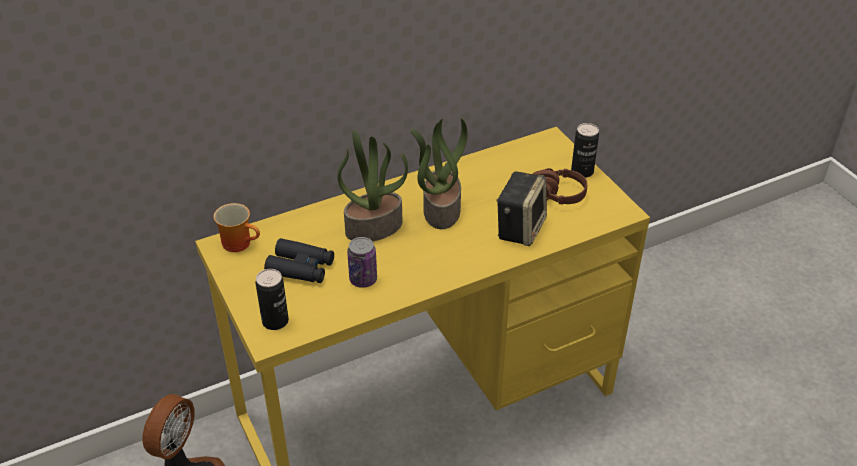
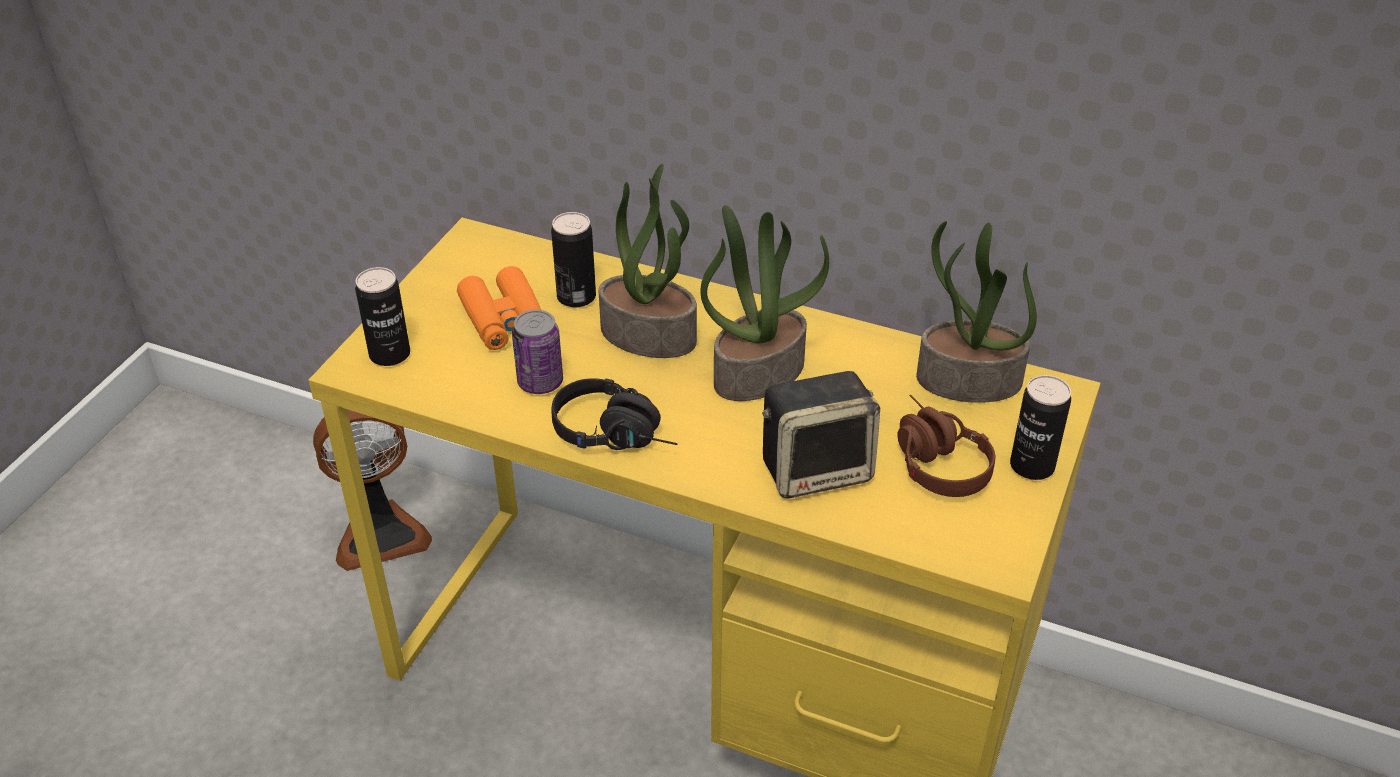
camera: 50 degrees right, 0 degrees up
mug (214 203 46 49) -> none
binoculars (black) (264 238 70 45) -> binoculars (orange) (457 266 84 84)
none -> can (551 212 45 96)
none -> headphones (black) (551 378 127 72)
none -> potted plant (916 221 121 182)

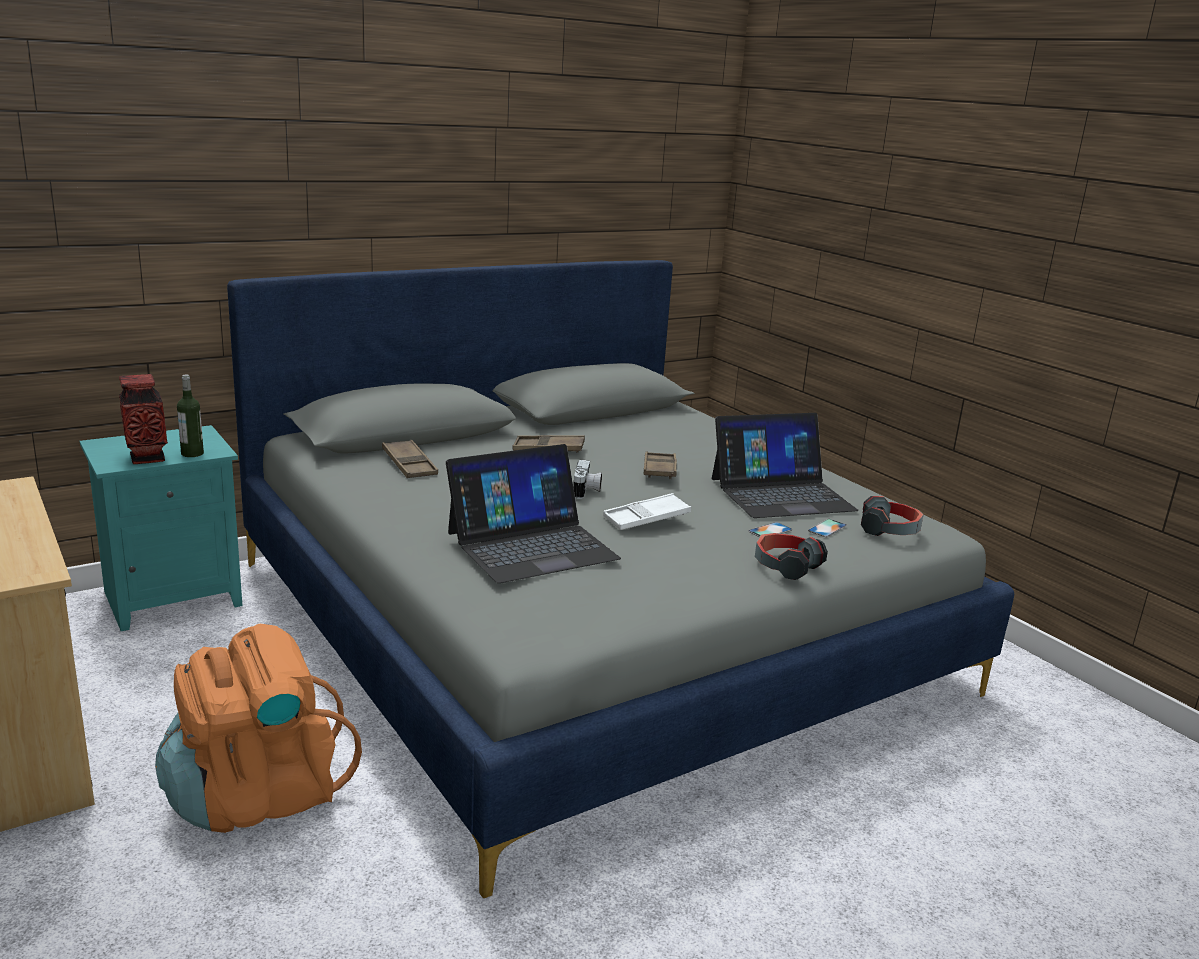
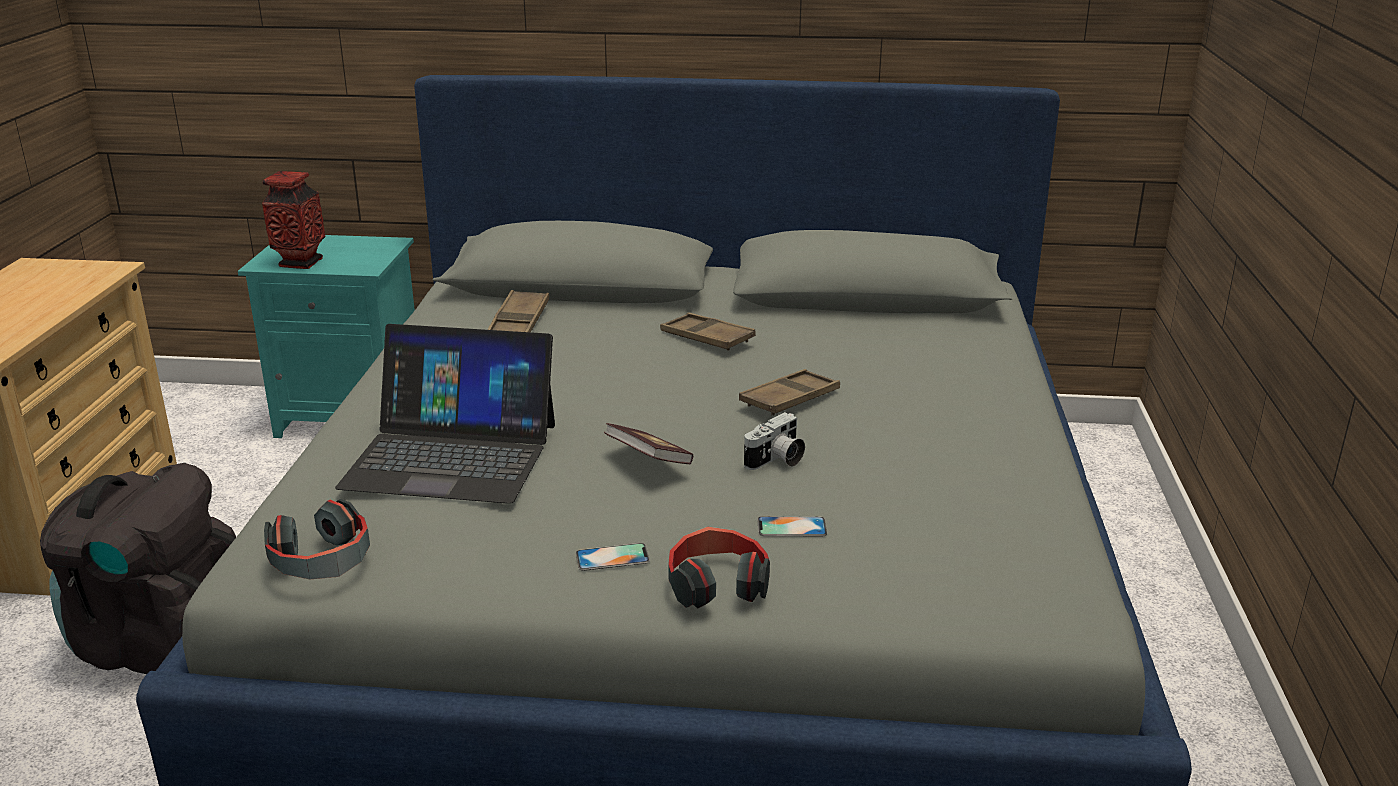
camera: 40 degrees right, 5 degrees up
backpack (orange) (155 624 207 209) -> backpack (black) (40 463 196 211)
bottle (177 375 27 82) -> none
photo camera (573 460 29 39) -> photo camera (744 412 61 58), relocated
tray (white) (603 493 88 37) -> book (604 423 89 41)
laptop (712 413 146 105) -> none
phone (808 519 39 18) -> phone (576 543 74 28), relocated
headphones (861 496 62 40) -> headphones (264 499 106 80), relocated

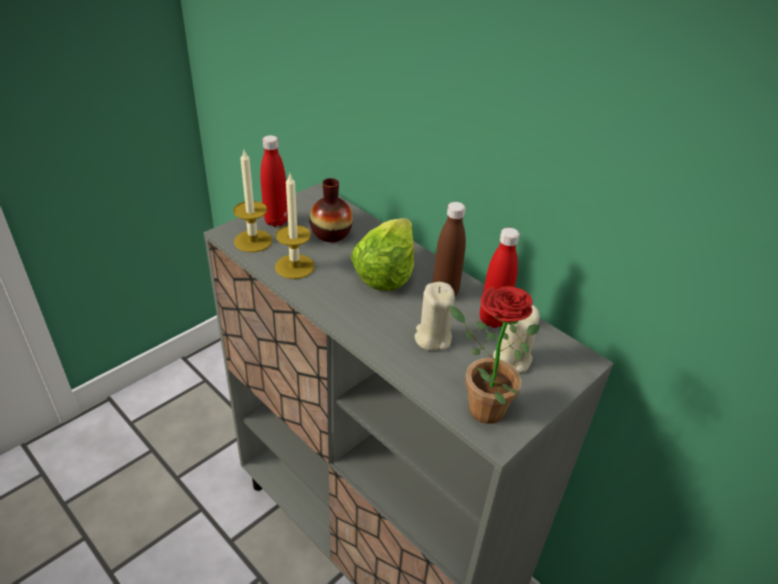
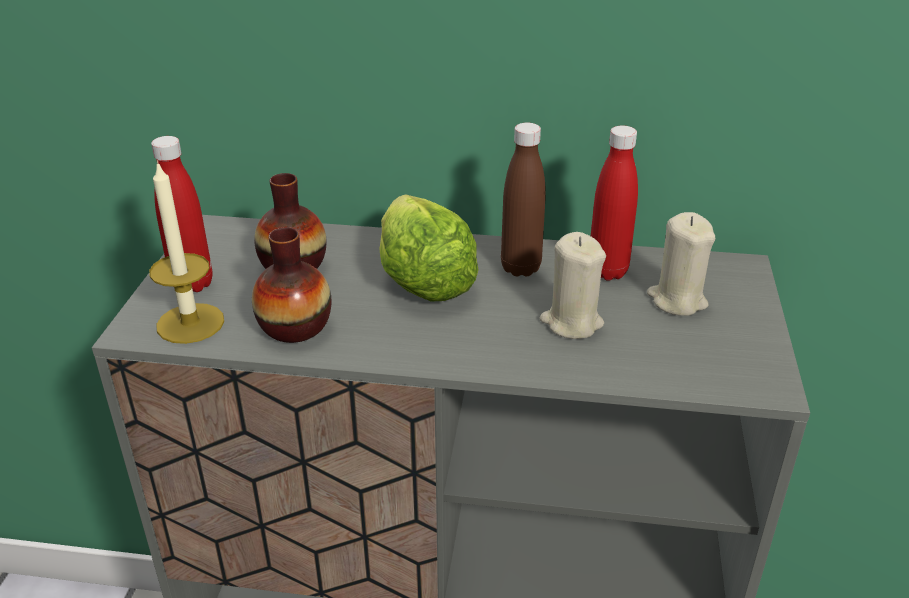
camera: 35 degrees left, 5 degrees down
candle (275 174 40 105) -> vase (252 227 79 116)
potted plant (449 286 91 138) -> none

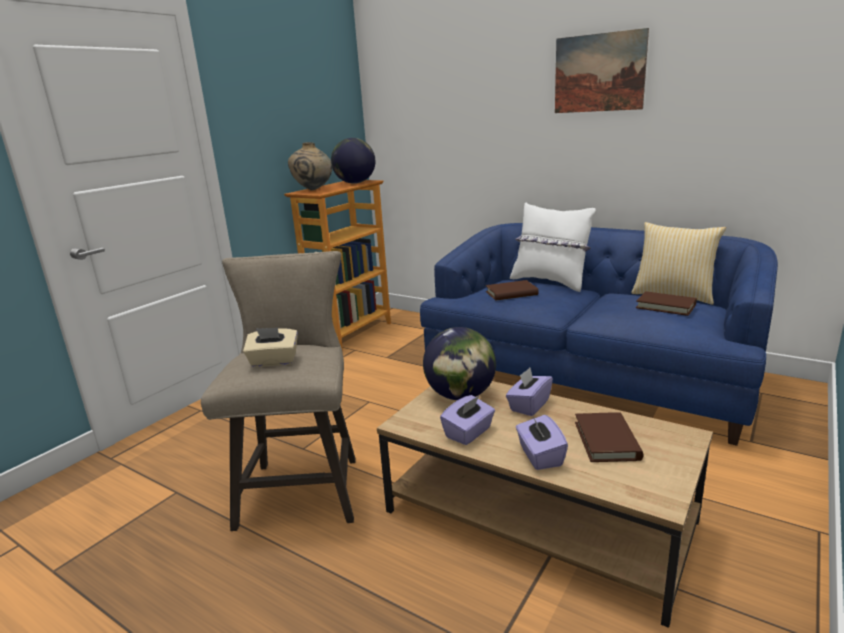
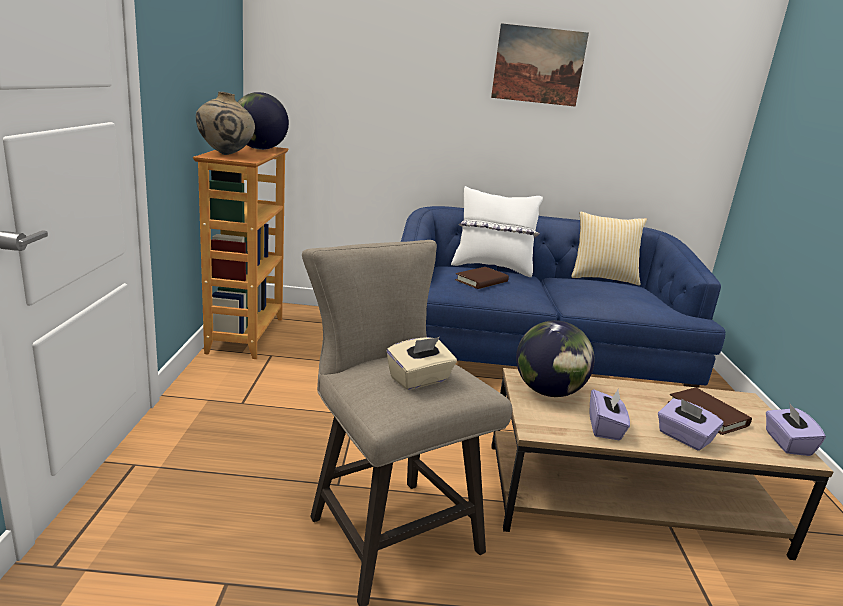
camera: 35 degrees left, 0 degrees up
tissue box (purple) (506 368 47 48) -> tissue box (purple) (766 402 60 54), relocated
book (brown) (636 291 61 25) -> none

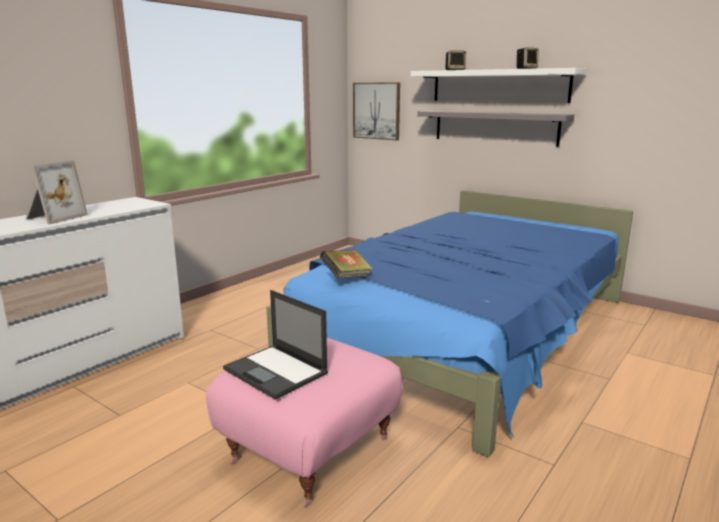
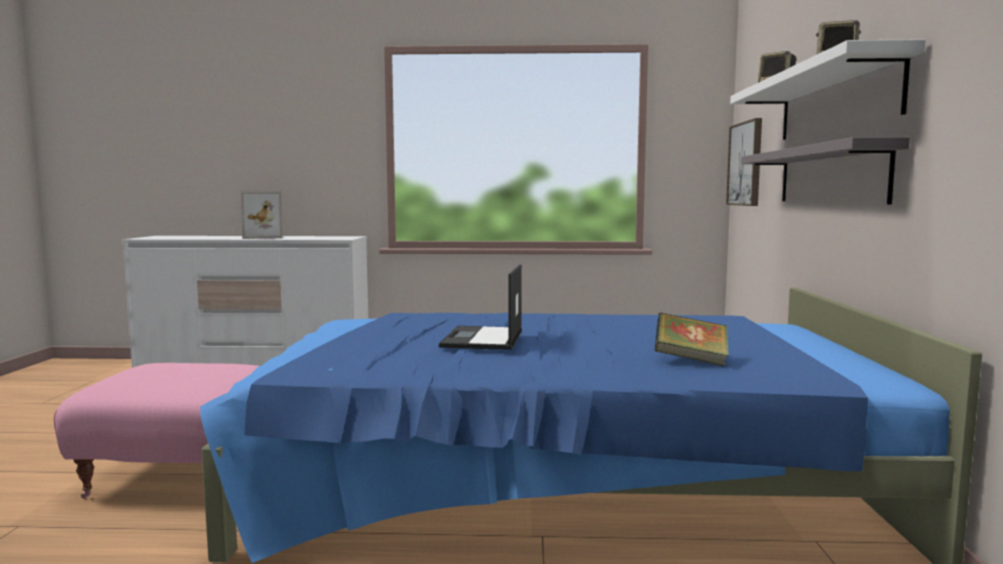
camera: 55 degrees right, 10 degrees down
laptop (223 290 105 110) -> laptop (439 264 83 86), relocated
book (320 250 53 28) -> book (655 312 74 54), relocated

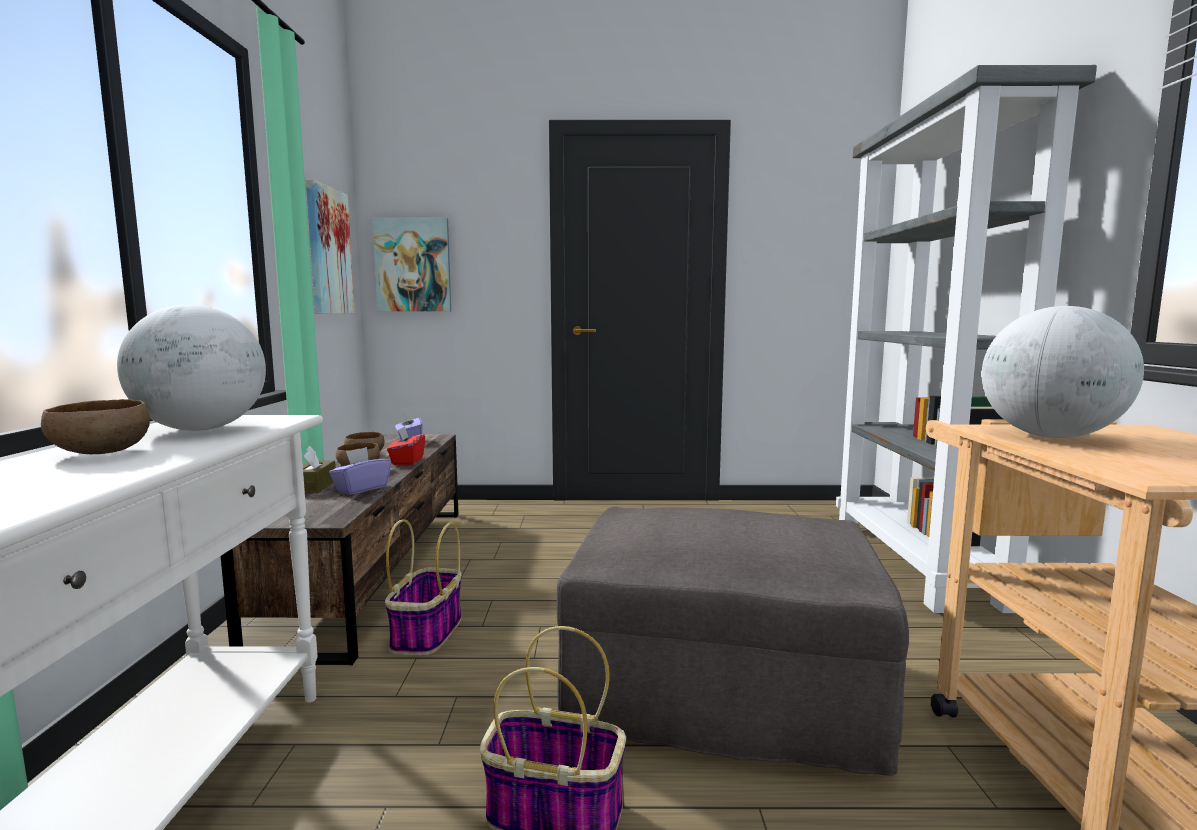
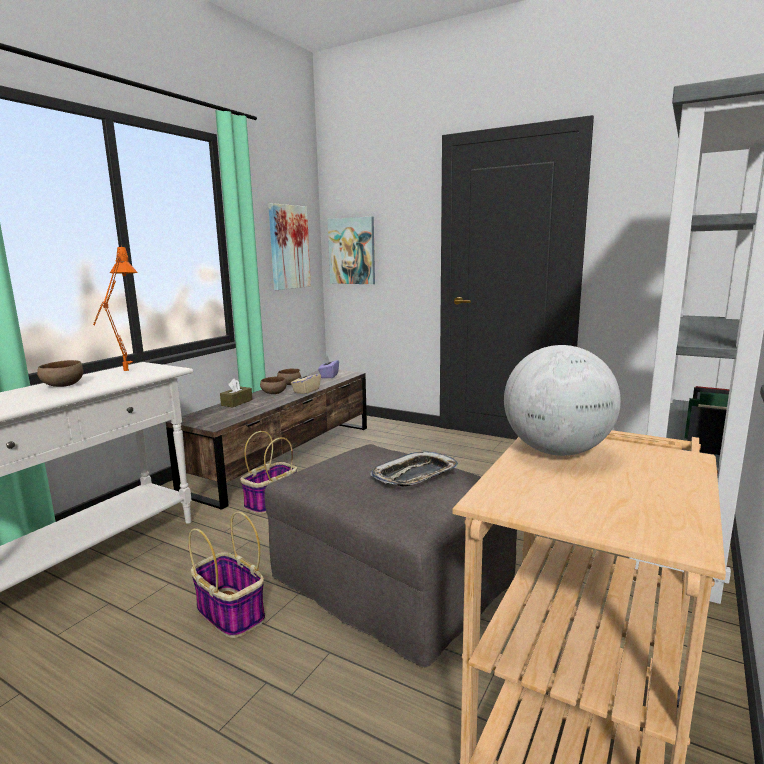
camera: 30 degrees right, 5 degrees up
globe (117 304 149 127) -> table lamp (orange) (93 246 45 125)
tissue box (purple) (329 447 62 48) -> none
tissue box (red) (387 426 38 39) -> tissue box (beige) (291 368 30 26)
none -> tray (370 451 89 35)

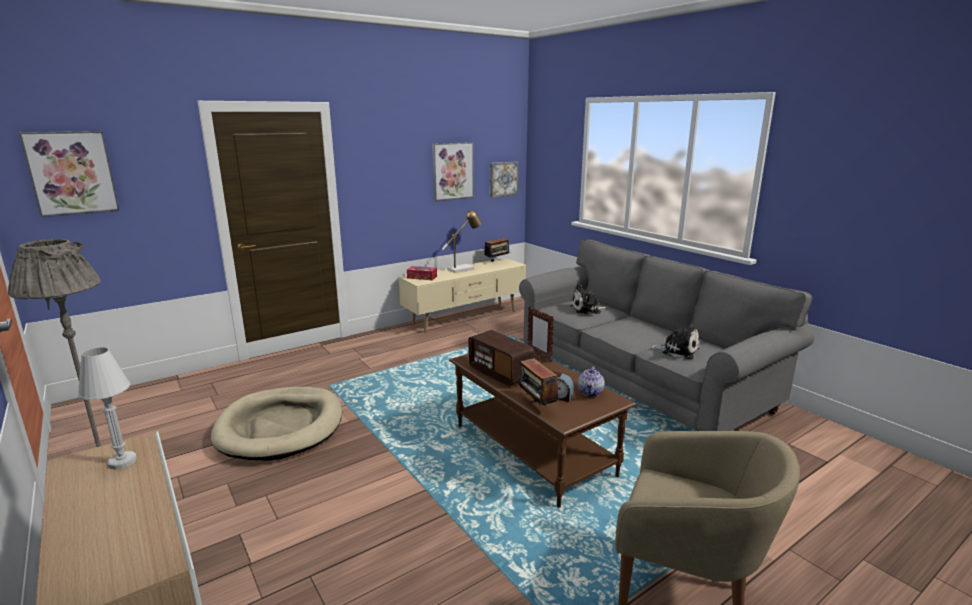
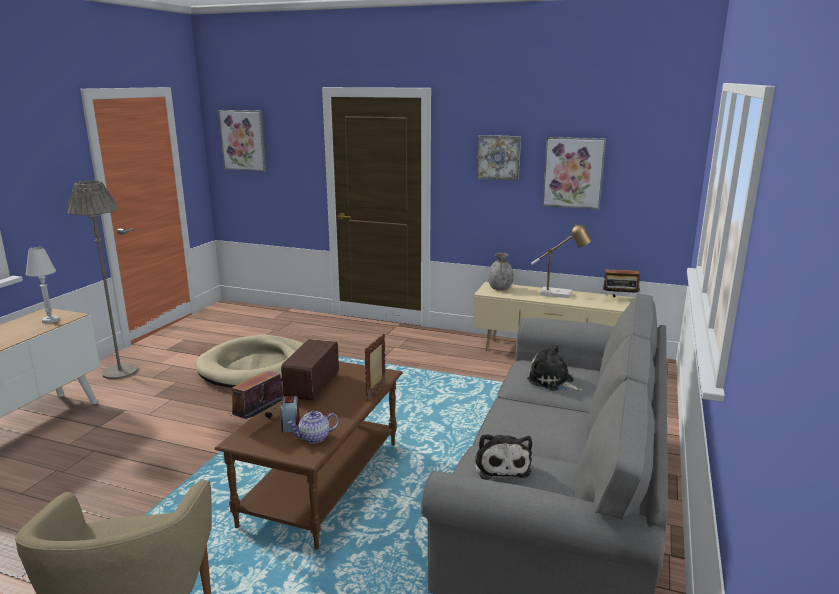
camera: 55 degrees right, 0 degrees up
tissue box (407 266 30 14) -> vase (grey) (488 253 26 37)
picture (490 161 28 36) -> picture (477 135 44 45), relocated

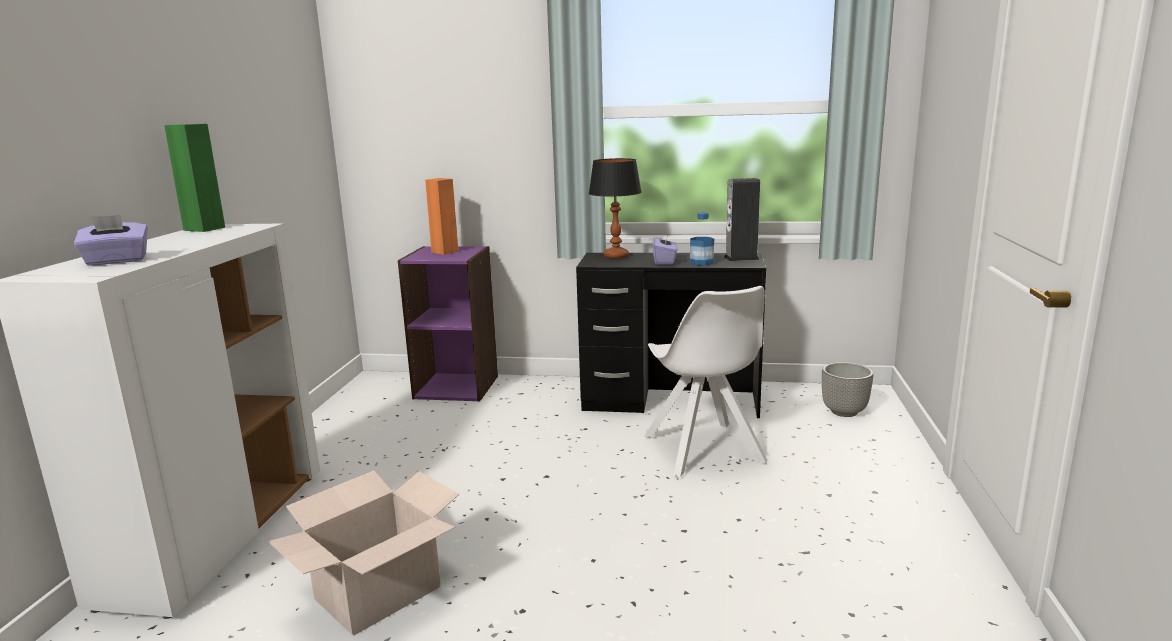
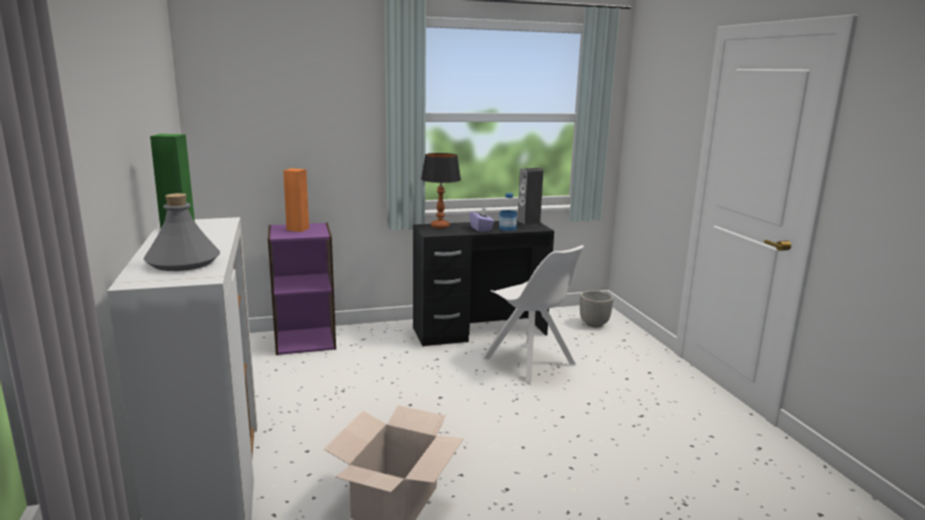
camera: 25 degrees left, 0 degrees up
tissue box (purple) (74 215 74 51) -> bottle (grey) (143 193 77 78)

